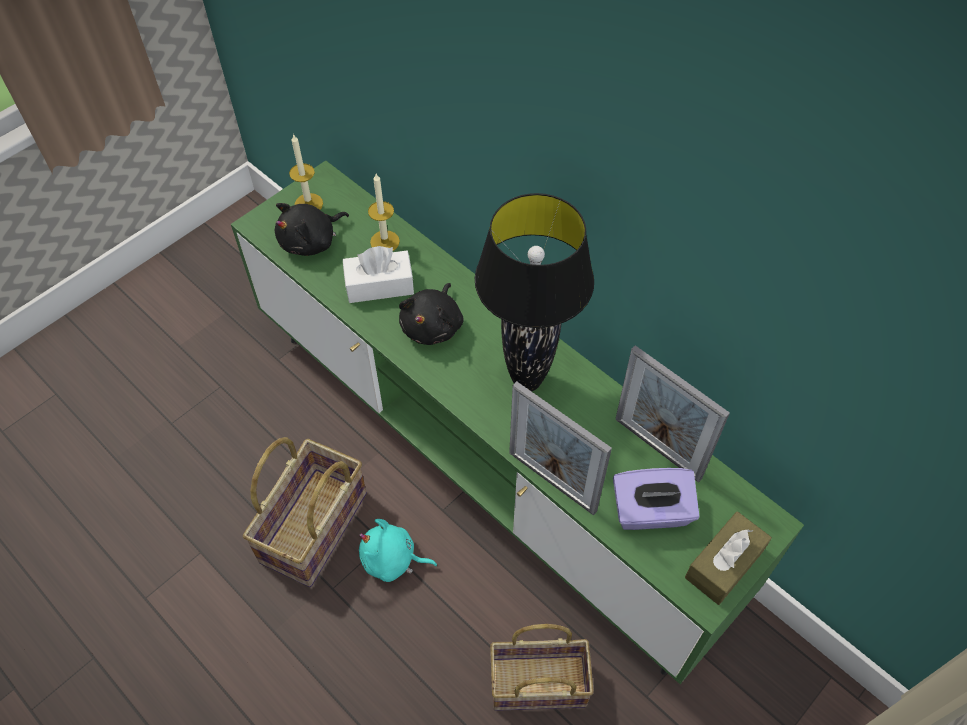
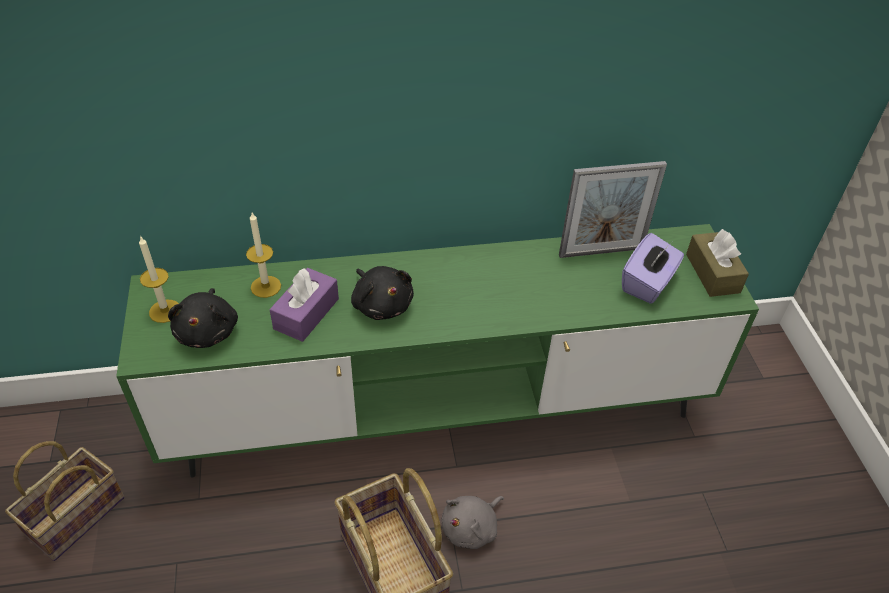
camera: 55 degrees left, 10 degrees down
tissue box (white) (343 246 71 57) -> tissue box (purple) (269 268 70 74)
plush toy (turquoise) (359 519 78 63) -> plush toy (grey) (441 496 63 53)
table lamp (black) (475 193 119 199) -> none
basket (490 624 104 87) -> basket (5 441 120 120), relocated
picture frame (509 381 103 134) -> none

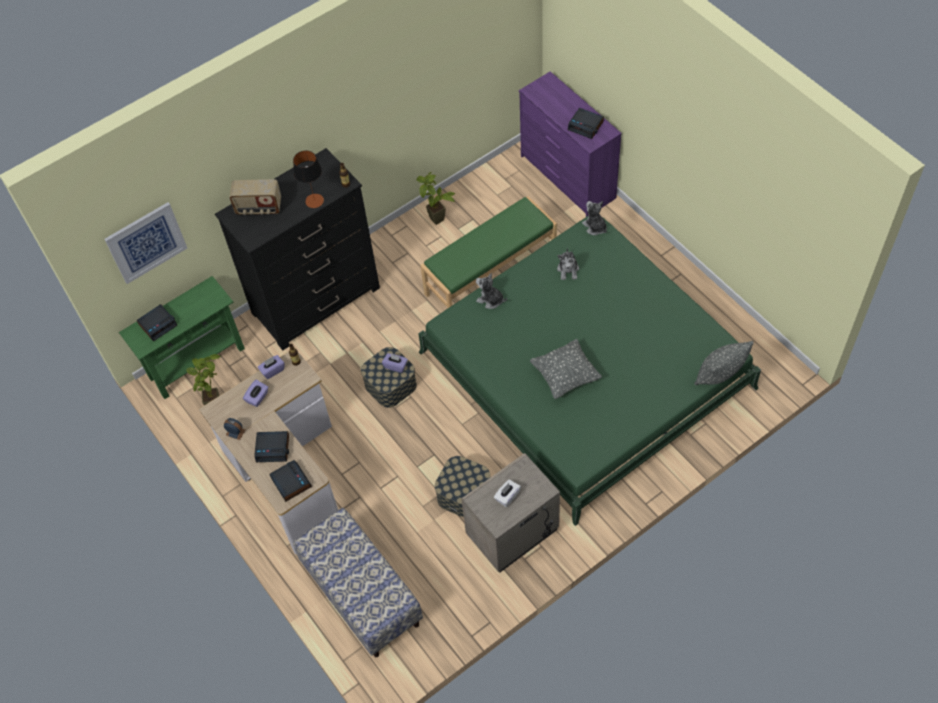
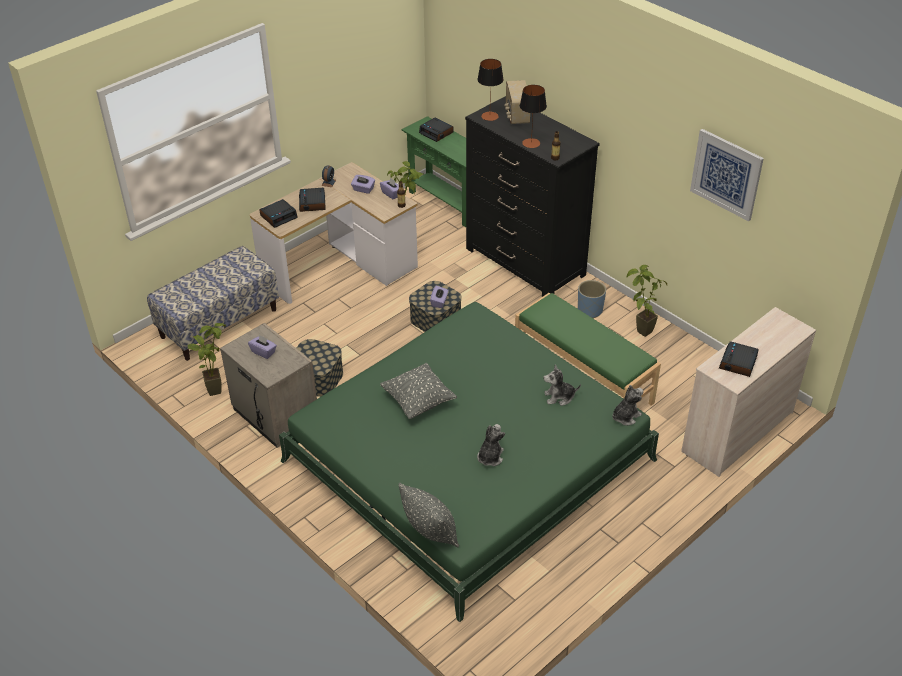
camera: 80 degrees right, 15 degrees down
picture (105 202 82 82) -> picture (690 129 74 92), relocated
plush toy (476 273 31 36) -> plush toy (477 424 28 42), relocated
tissue box (white) (494 480 27 27) -> tissue box (purple) (248 334 29 25)
dresser (purple) (519 71 103 146) -> dresser (beige) (681 307 135 170)
none -> potted plant (188 323 38 73)
none -> table lamp (477 59 27 62)
none -> planter (blue) (578 280 28 38)

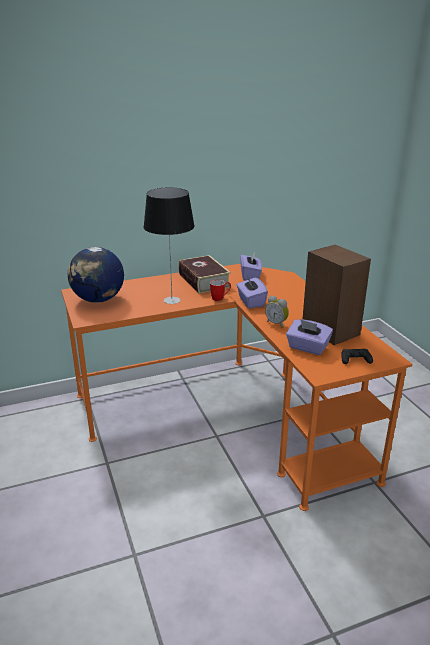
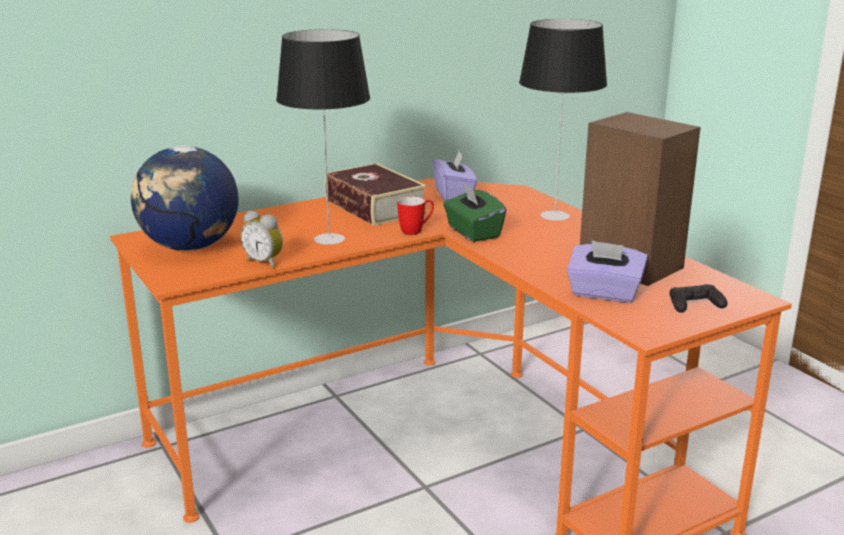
camera: 10 degrees left, 5 degrees down
tissue box (purple) (237 276 31 32) -> tissue box (green) (443 183 63 59)
alarm clock (265 295 24 33) -> alarm clock (241 211 42 57), relocated
none -> table lamp (519 19 88 202)

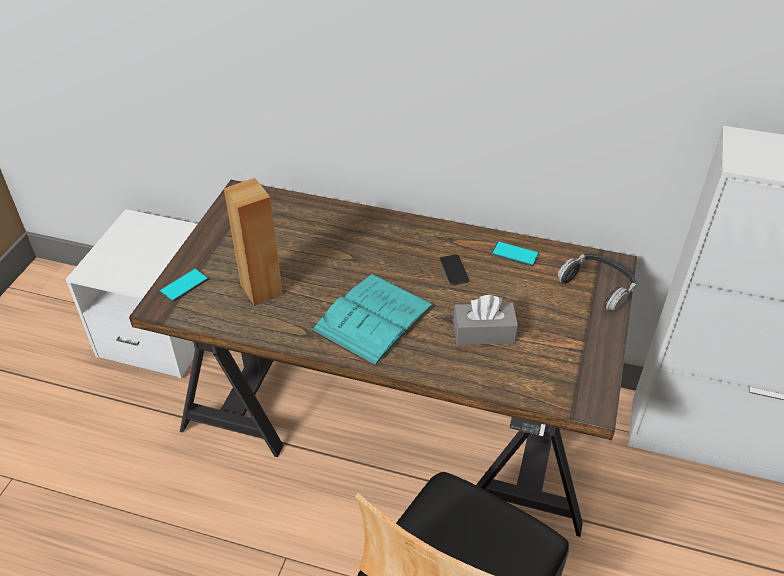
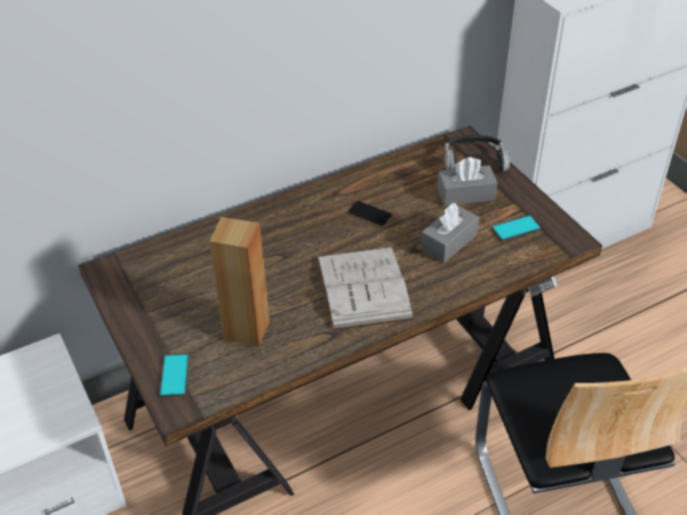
camera: 45 degrees left, 0 degrees up
book (turquoise) (311 274 124 93) -> book (white) (317 247 97 84)
phone (491 241 48 26) -> phone (491 215 50 27), relocated
none -> tissue box (grey) (437 157 60 49)

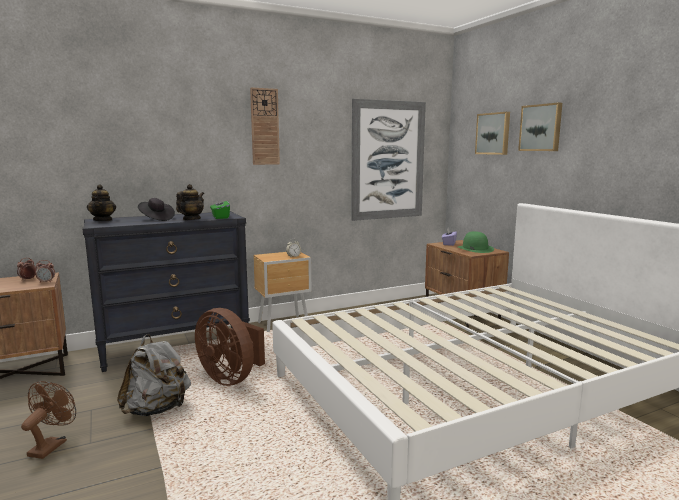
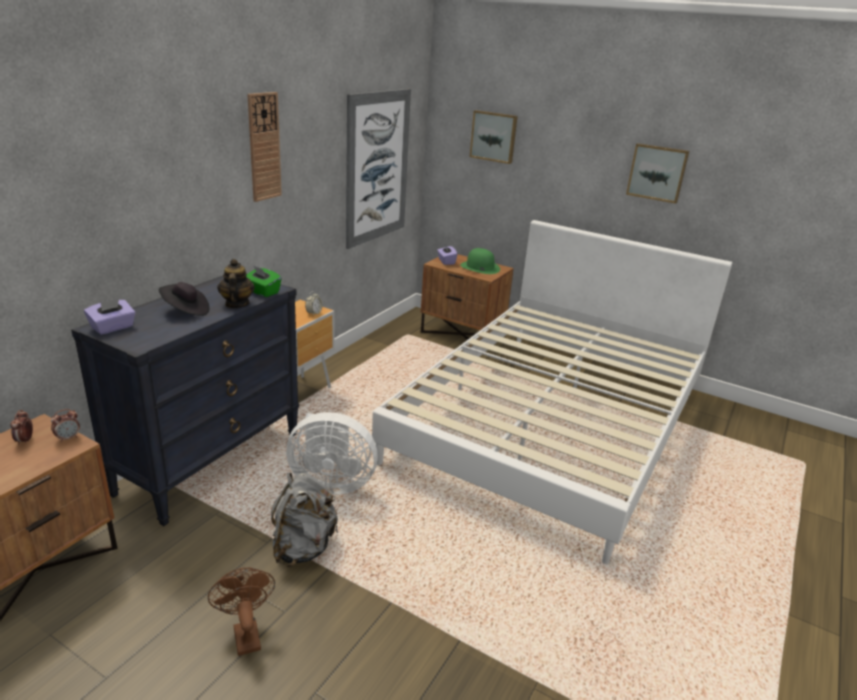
camera: 35 degrees left, 15 degrees up
teapot (87 184 29 37) -> tissue box (purple) (84 298 52 37)
fan (brown) (195 308 70 78) -> fan (white) (286 412 92 83)
picture (518 103 44 48) -> picture (626 143 64 61), relocated

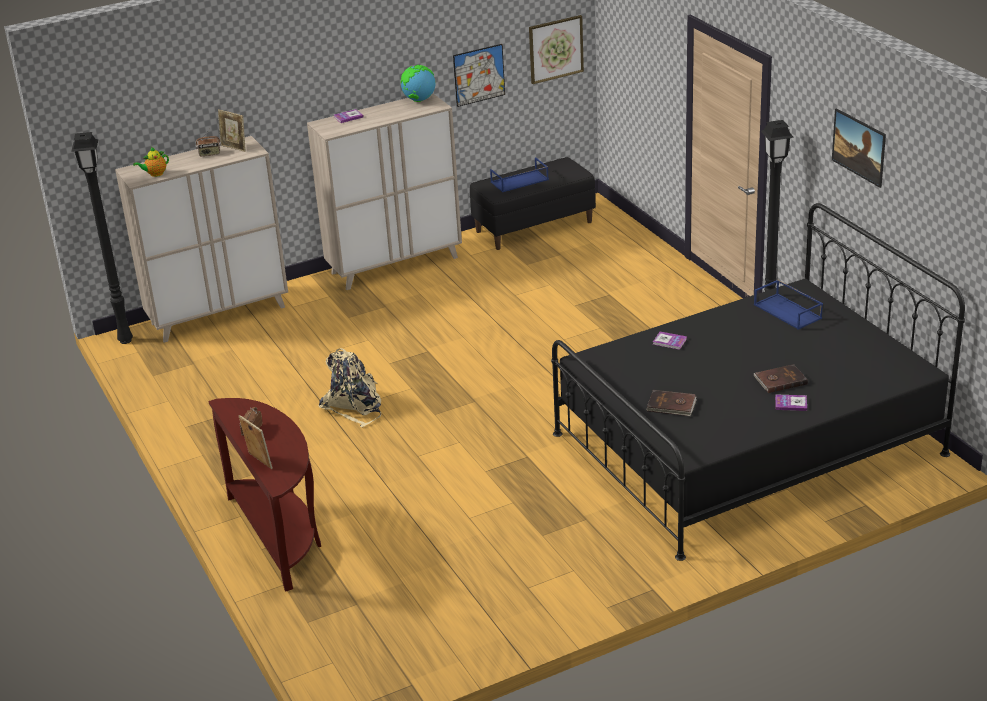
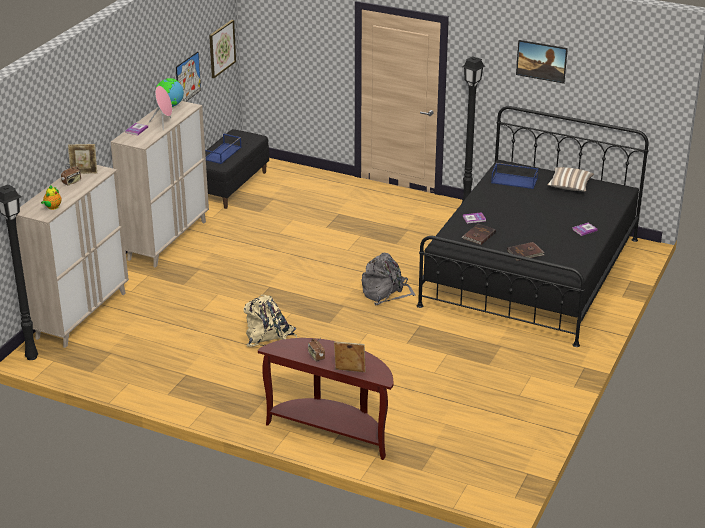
camera: 40 degrees left, 0 degrees up
book (brown) (753 364 55 29) -> book (brown) (461 224 35 21), relocated
none -> speaker (pink) (149 86 23 44)
none -> backpack (grey) (362 253 54 52)
none -> pillow (547 167 47 25)

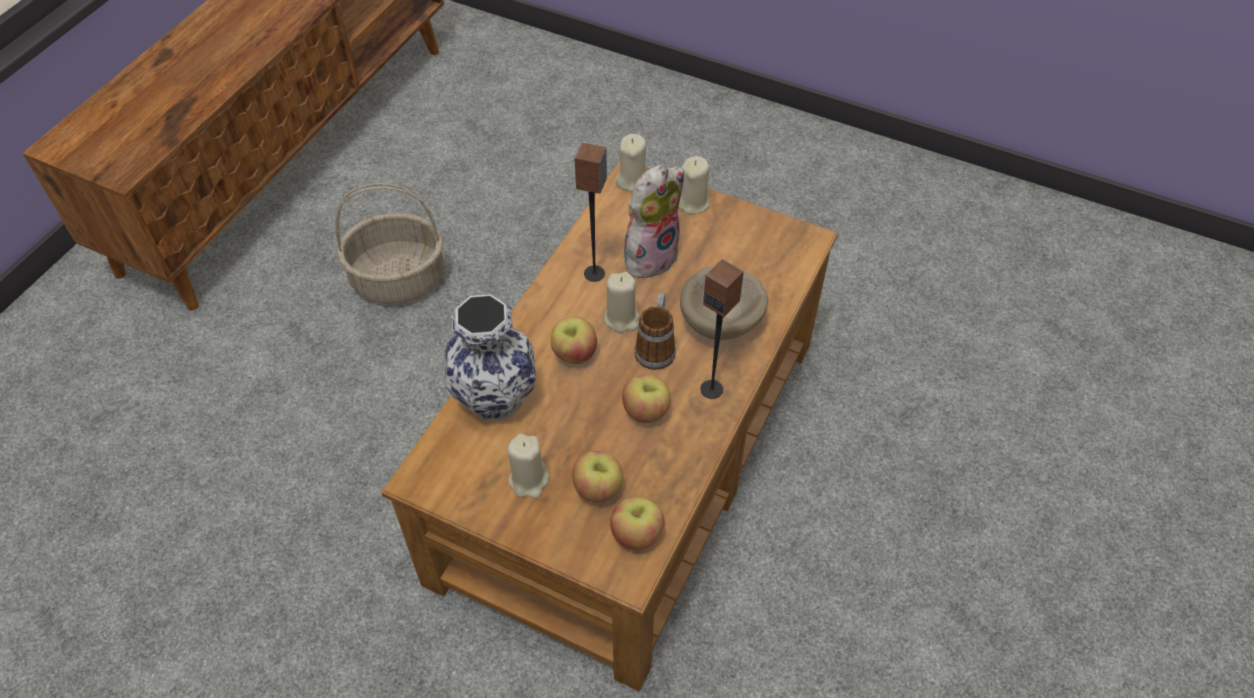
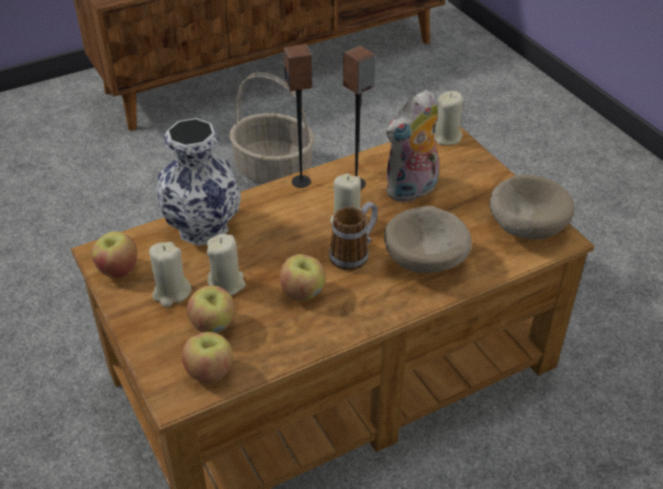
camera: 35 degrees right, 10 degrees down
apple (550 317 47 47) -> apple (91 231 46 47), relocated
plush toy (624 165 60 113) -> plush toy (386 90 53 112), 150 degrees clockwise
candle (beige) (678 156 32 59) -> candle (beige) (207 234 39 61), relocated
speaker (700 259 44 140) -> speaker (284 44 29 144), relocated
none -> bowl (beige) (489 175 86 64)

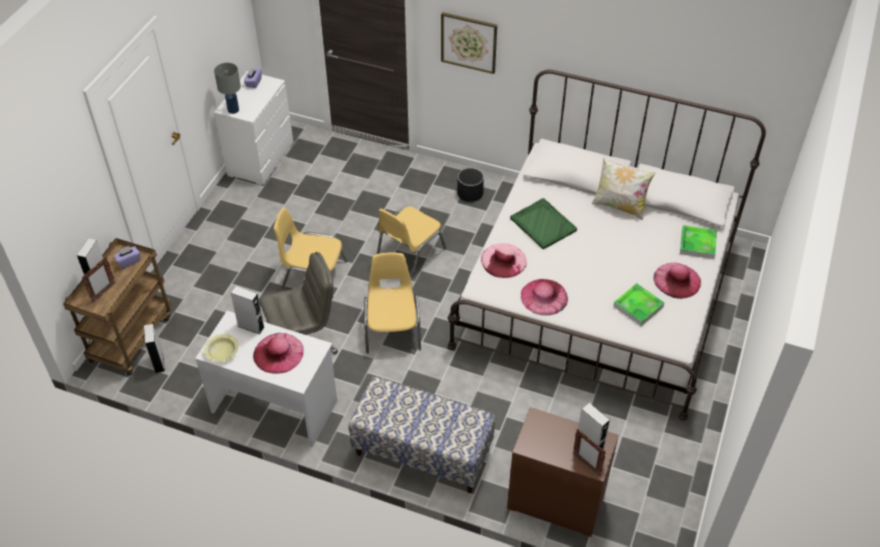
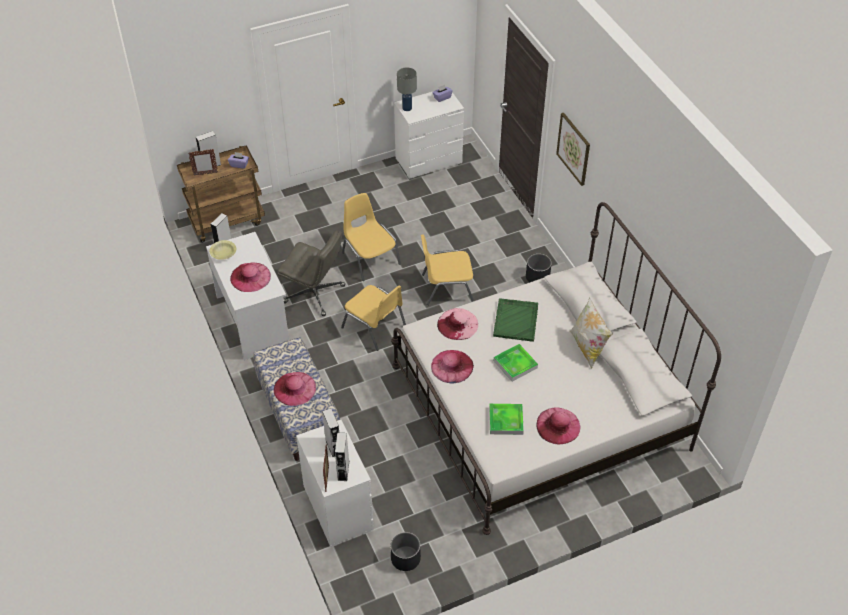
camera: 45 degrees right, 0 degrees up
speaker (grey) (231 286 34 48) -> speaker (grey) (322 408 17 49), relocated
chair (yellow) (364 252 57 101) -> chair (yellow) (341 285 65 66), 90 degrees clockwise
dresser (brown) (507 407 112 130) -> dresser (white) (296 420 78 127)
tray (680 225 37 34) -> tray (494 344 44 38), relocated
none -> hat (pink) (274 372 42 34)
none -> planter (black) (391 532 30 39)

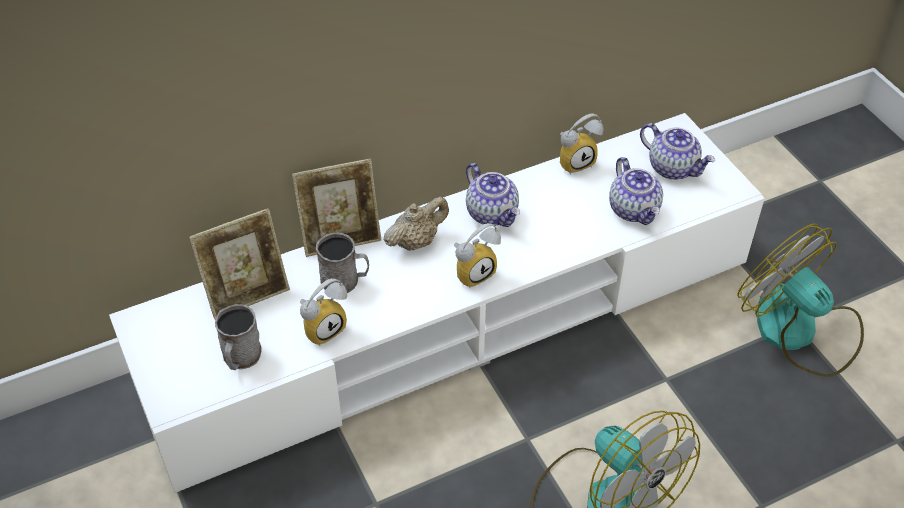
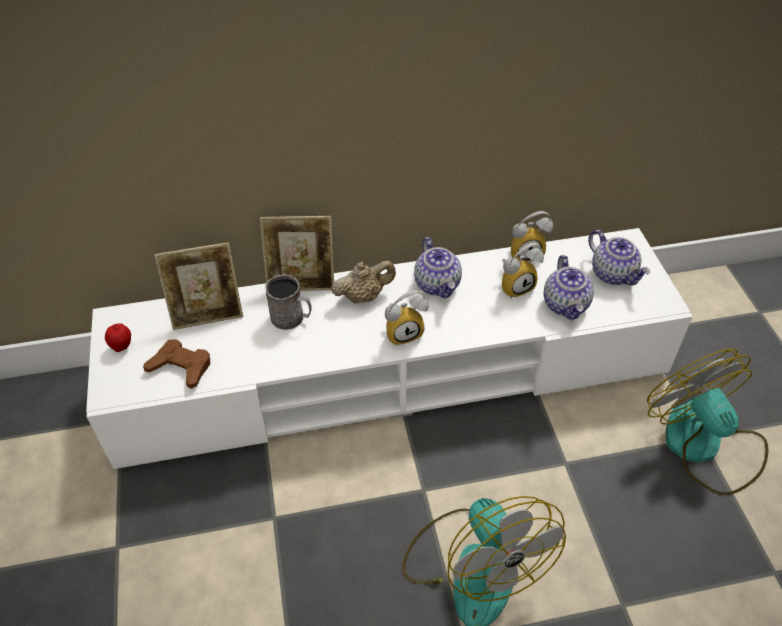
camera: 15 degrees right, 0 degrees up
mug (grey) (215 304 47 66) -> game controller (brown) (143 339 67 50)
alarm clock (300 279 47 67) -> alarm clock (502 243 42 56), relocated
none -> apple (105 323 26 29)

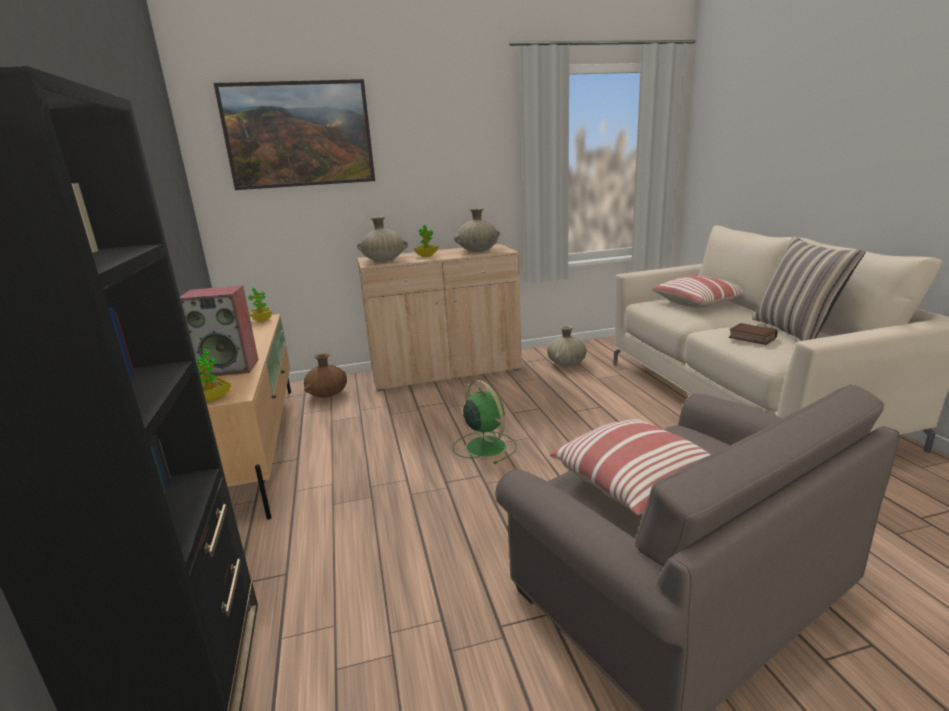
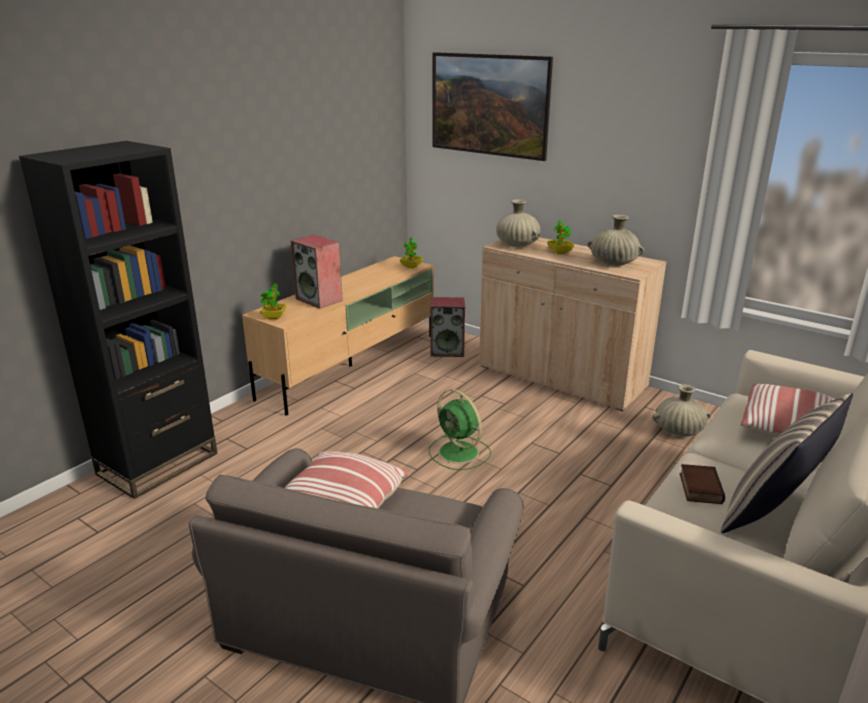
camera: 50 degrees right, 5 degrees up
vase (brown) (304 353 43 45) -> speaker (430 297 35 60)
fan (green) (453 380 64 84) -> fan (green) (429 389 62 81), 120 degrees clockwise

